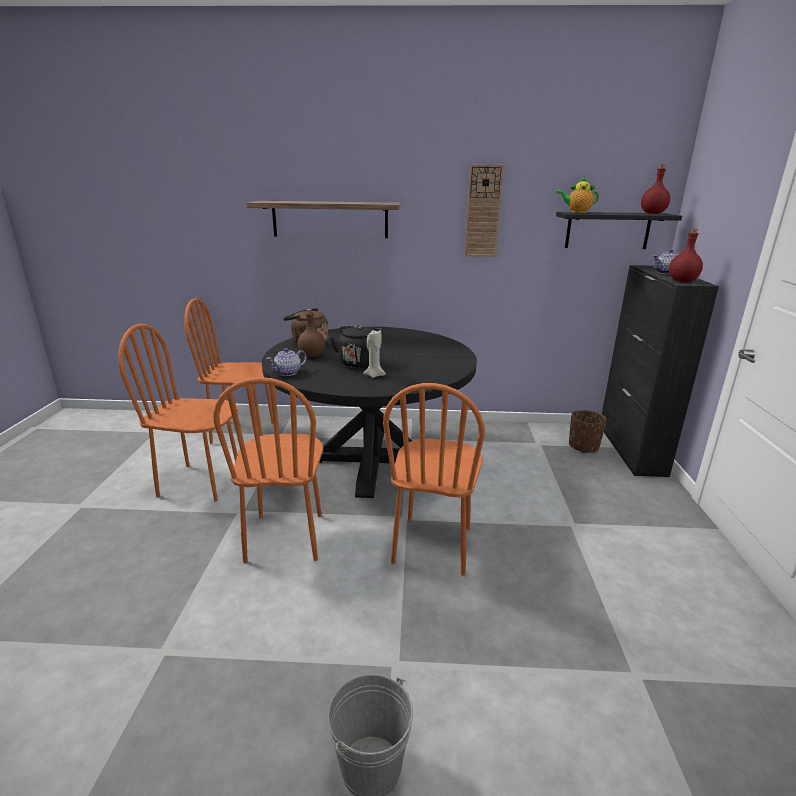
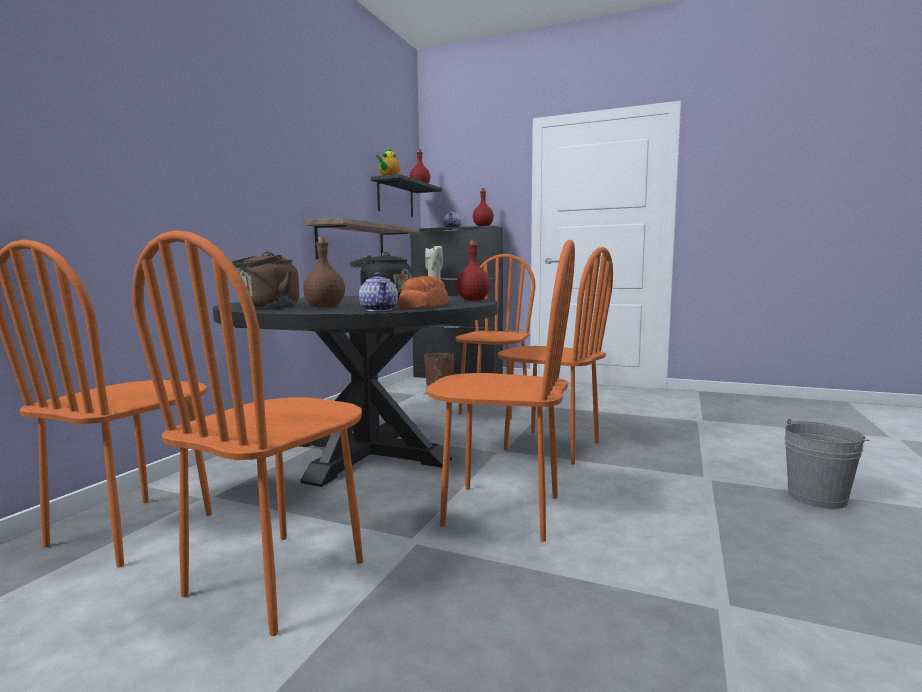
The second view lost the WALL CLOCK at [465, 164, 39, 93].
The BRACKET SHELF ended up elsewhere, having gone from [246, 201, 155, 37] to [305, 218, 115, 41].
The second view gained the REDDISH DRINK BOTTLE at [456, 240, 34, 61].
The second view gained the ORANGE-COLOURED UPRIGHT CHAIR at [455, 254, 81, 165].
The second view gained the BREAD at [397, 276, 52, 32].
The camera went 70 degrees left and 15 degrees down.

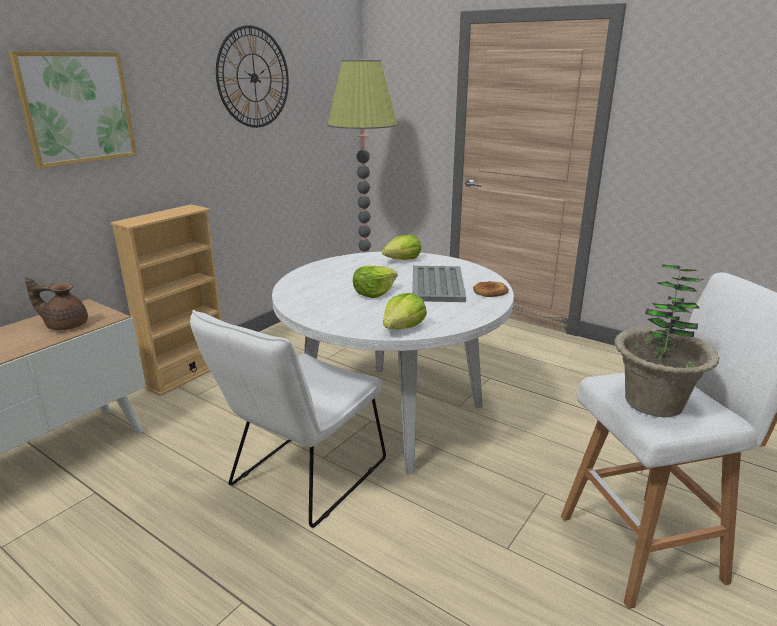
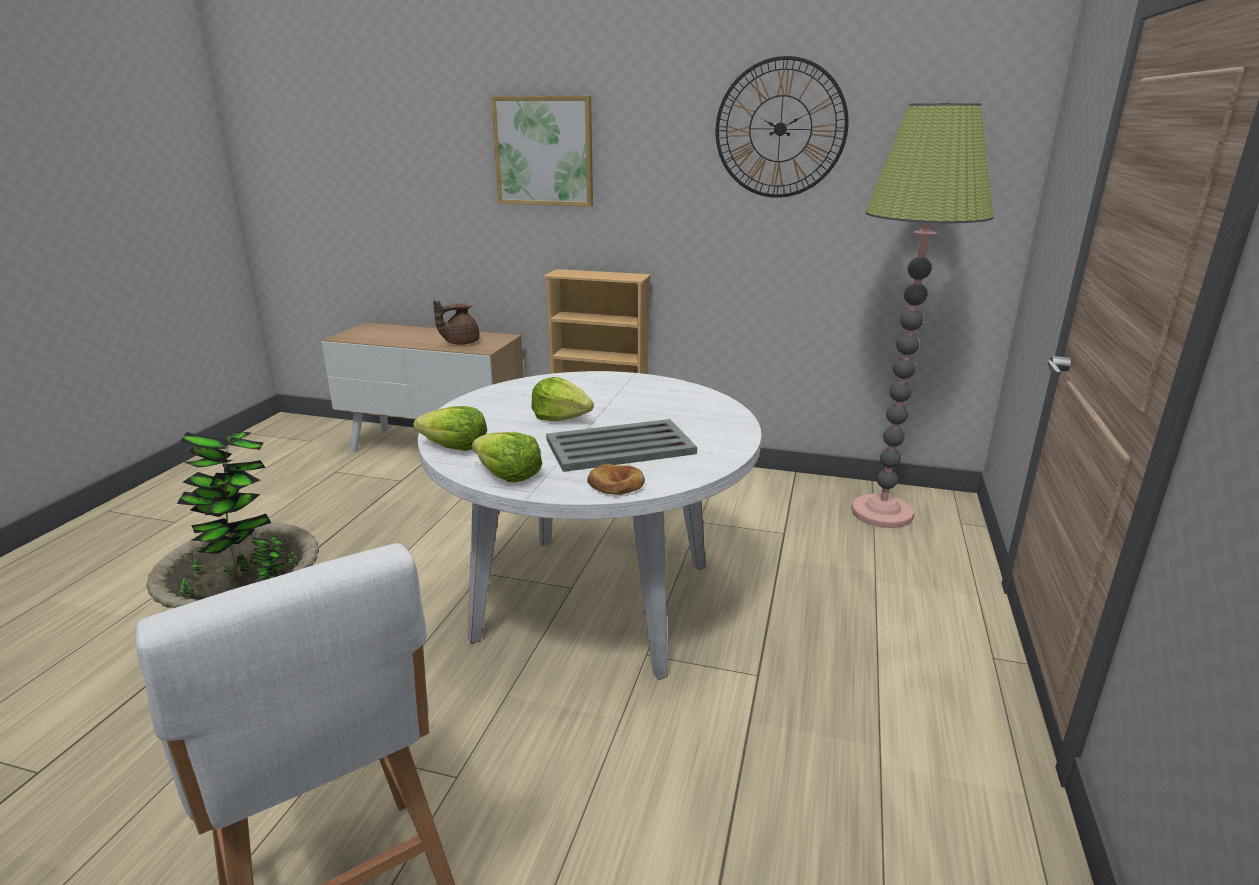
The LETTUCE ended up elsewhere, having gone from [382, 234, 39, 26] to [472, 432, 70, 50].
The BROWN POT FOR TEA at [25, 277, 63, 53] ended up facing another way, 105 degrees counterclockwise from before.
The second view lost the WHITE UPRIGHT CHAIR at [190, 310, 196, 218].
The camera went 70 degrees right and 0 degrees up.

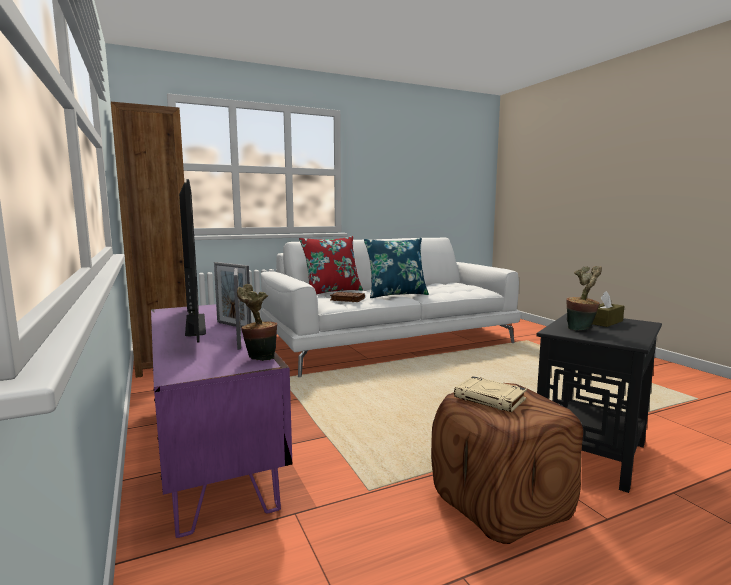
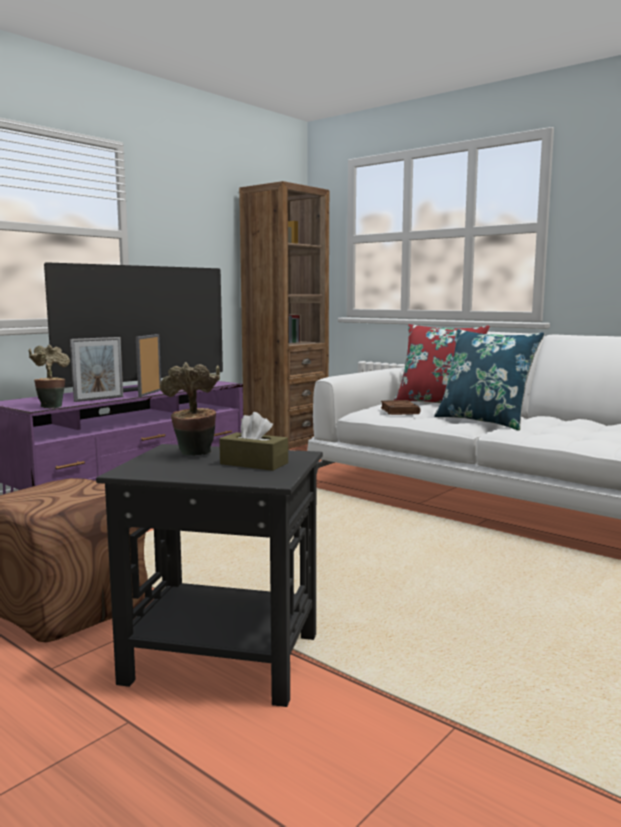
The second view lost the BEIGE-COLOURED BOUND BOOK at [454, 376, 73, 36].
The camera went 65 degrees right and 0 degrees up.

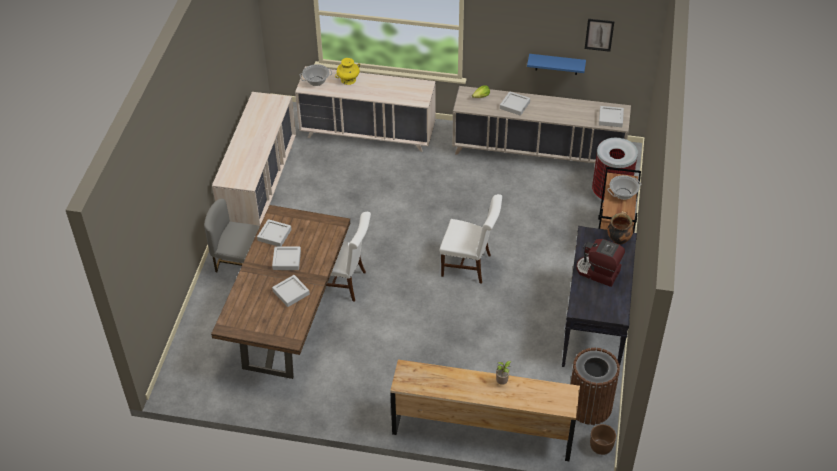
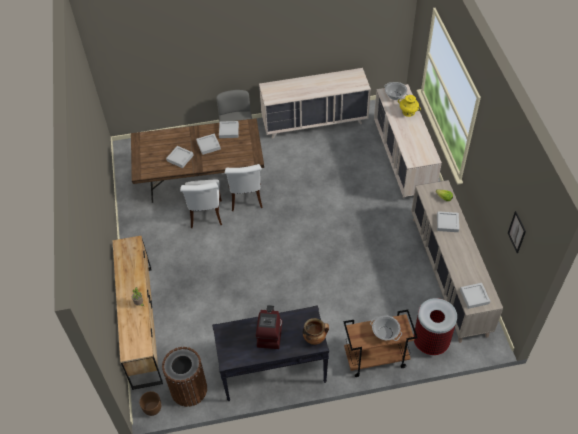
The second view lost the BLUISH BRACKET SHELF at [527, 54, 59, 21].
The WHITE UPRIGHT CHAIR ended up elsewhere, having gone from [440, 194, 62, 90] to [180, 180, 42, 48].
The camera went 70 degrees right and 5 degrees up.

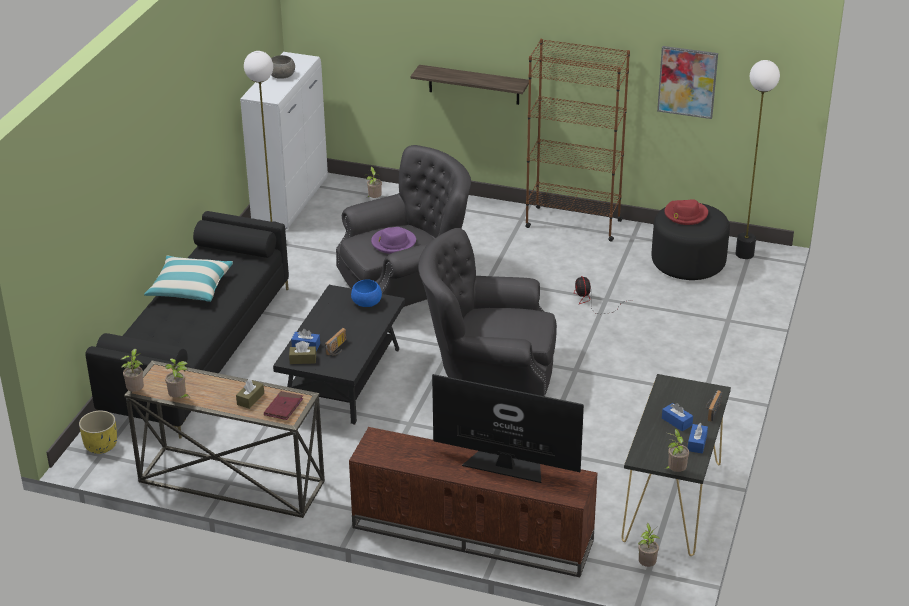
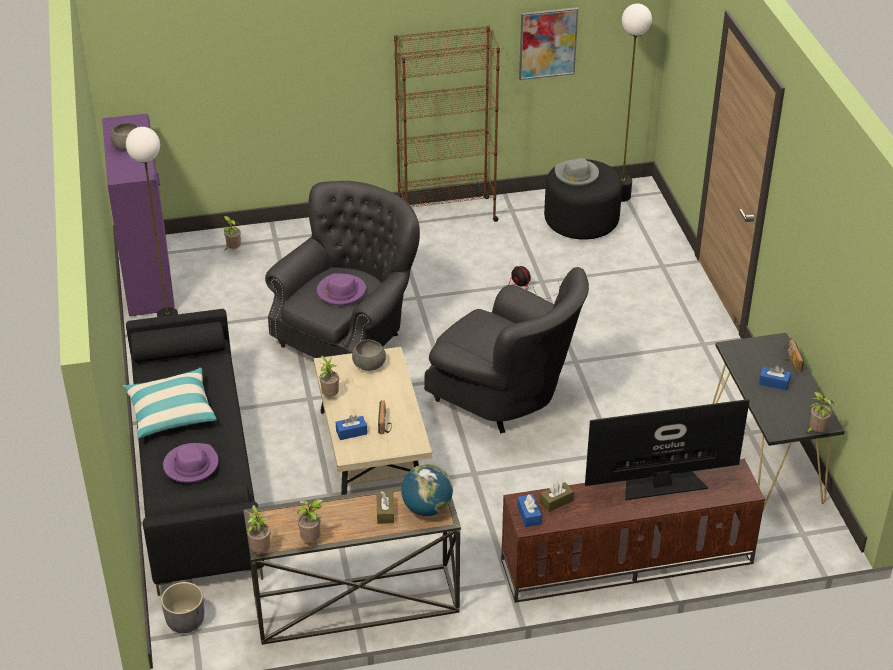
What was the WHITE CUPBOARD at [240, 52, 88, 177] turned into the PURPLISH CUPBOARD at [102, 114, 72, 202].
The second view lost the BRACKET SHELF at [410, 65, 119, 40].
What was the REDDISH WEARABLE HAT at [664, 199, 44, 26] turned into the GREY WEARABLE HAT at [555, 158, 44, 28].
The GREY ARMCHAIR at [418, 228, 139, 168] ended up facing another way, 120 degrees counterclockwise from before.
What was the BLUISH DEEP DISH at [351, 279, 31, 28] turned into the GREY DEEP DISH at [352, 340, 34, 31].
What was the BLACKISH COFFEE TABLE at [273, 285, 132, 140] turned into the BEIGE-COLOURED COFFEE TABLE at [314, 347, 118, 148].
The BROWN TISSUE BOX ended up elsewhere, having gone from [289, 341, 27, 23] to [540, 482, 34, 30].
Where the REDDISH BOUND BOOK stood at [264, 391, 40, 29], the WORLD GLOBE came to stand at [401, 464, 52, 52].
What was the YELLOW-COLOURED PLANTER at [79, 411, 38, 43] turned into the GREY PLANTER at [161, 582, 43, 51].
The BLUISH TISSUE BOX ended up elsewhere, having gone from [688, 423, 20, 31] to [517, 494, 25, 33].
The POTTED PLANT ended up elsewhere, having gone from [638, 523, 21, 44] to [319, 356, 20, 41].
The second view gained the PURPLISH WEARABLE HAT at [163, 443, 56, 40].
The camera went 30 degrees left and 5 degrees up.

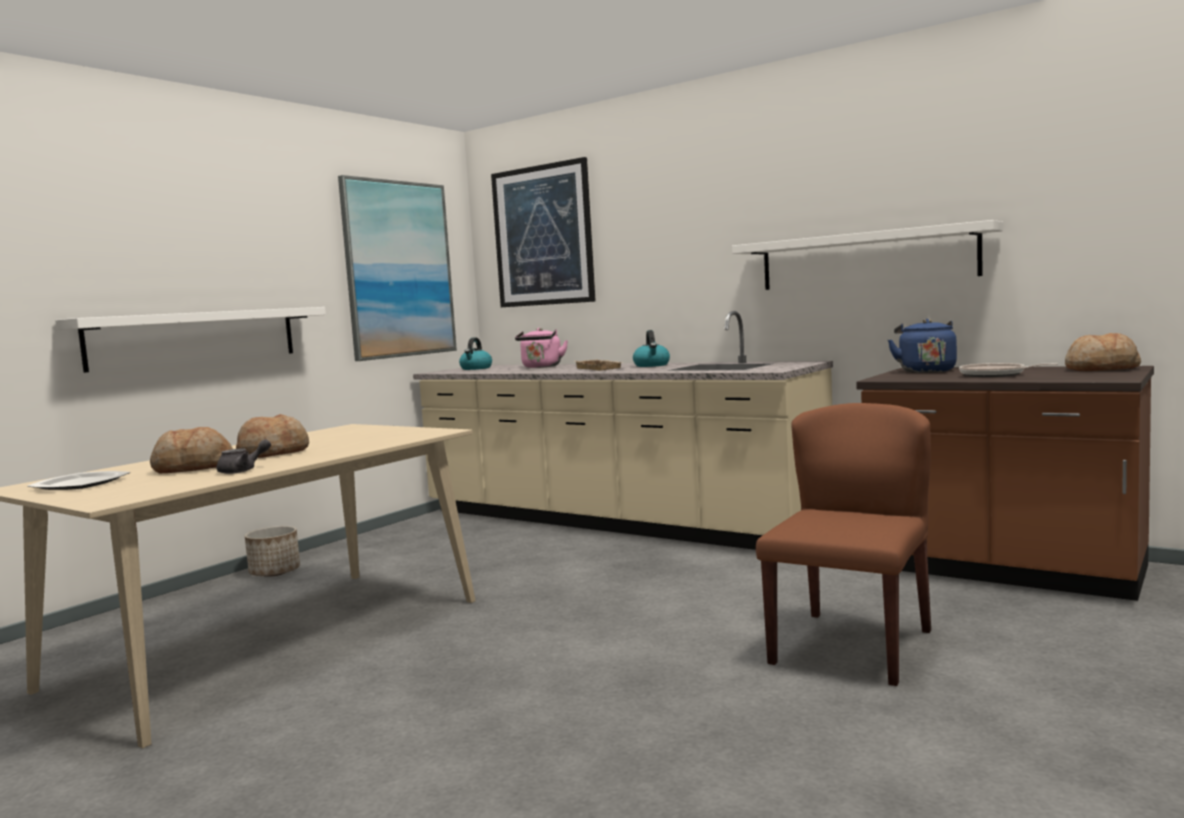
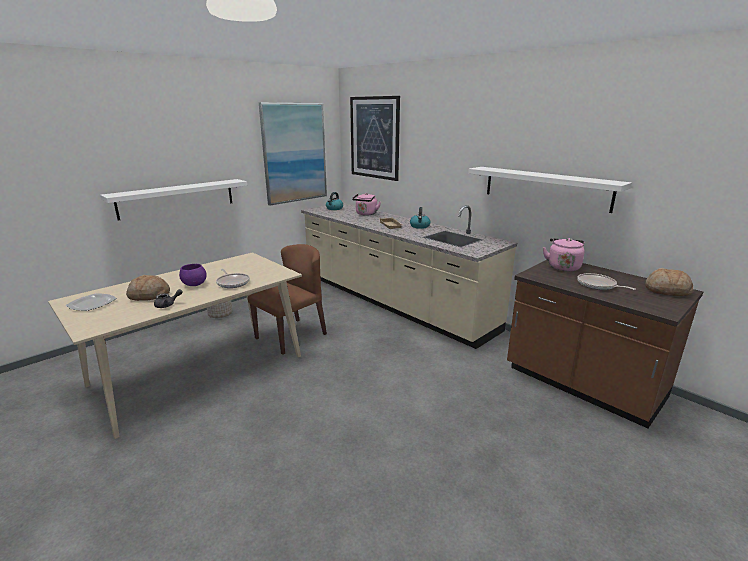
What was the BLUISH TEA KETTLE at [888, 319, 69, 54] turned into the PINKISH TEA KETTLE at [543, 238, 42, 33].
The BROWN UPRIGHT CHAIR ended up elsewhere, having gone from [756, 403, 175, 283] to [248, 244, 79, 111].
Where the BREAD stood at [236, 414, 73, 44], the PURPLISH DEEP DISH came to stand at [179, 264, 28, 22].
The second view gained the PAN at [216, 269, 34, 19].
The camera went 10 degrees right and 15 degrees up.

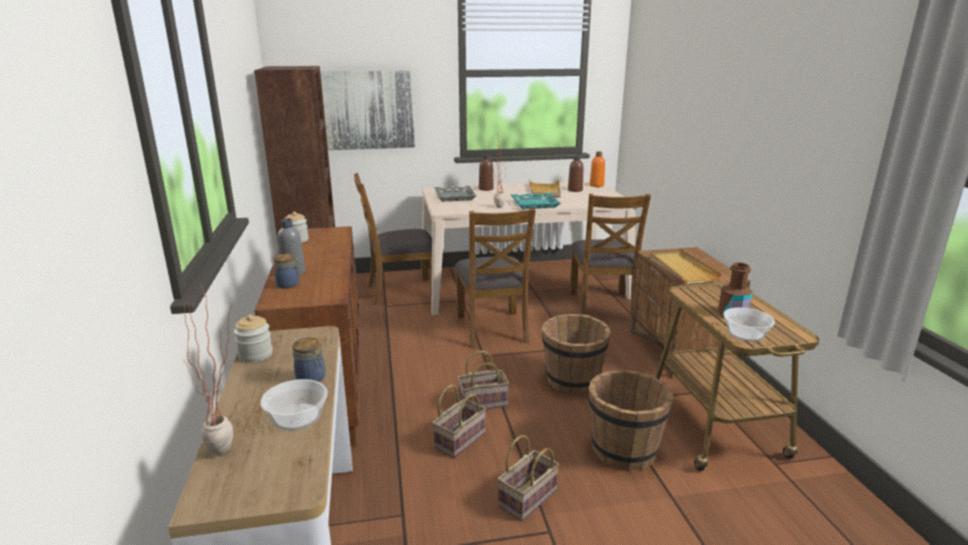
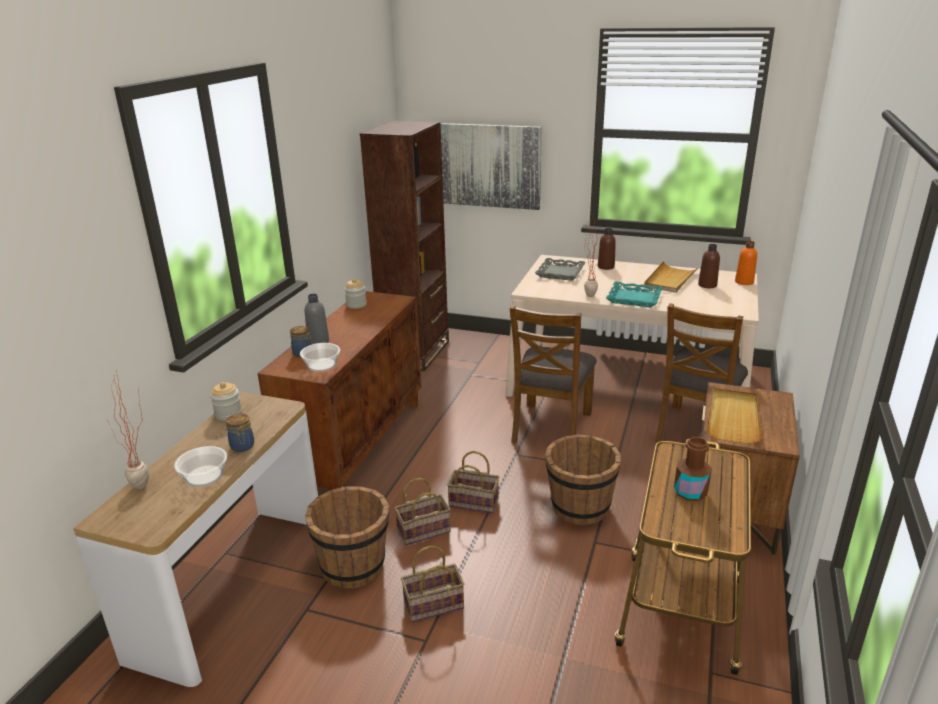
The second view lost the BROWN UPRIGHT CHAIR at [354, 173, 78, 132].
The DEEP DISH ended up elsewhere, having gone from [724, 307, 51, 35] to [300, 343, 40, 29].
The BROWN PAIL ended up elsewhere, having gone from [588, 370, 85, 100] to [305, 486, 84, 103].
The camera went 30 degrees right and 5 degrees up.

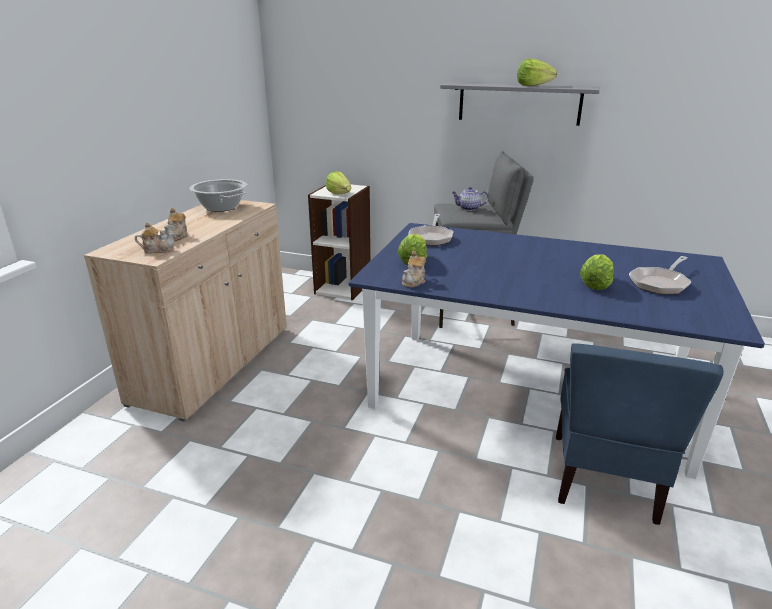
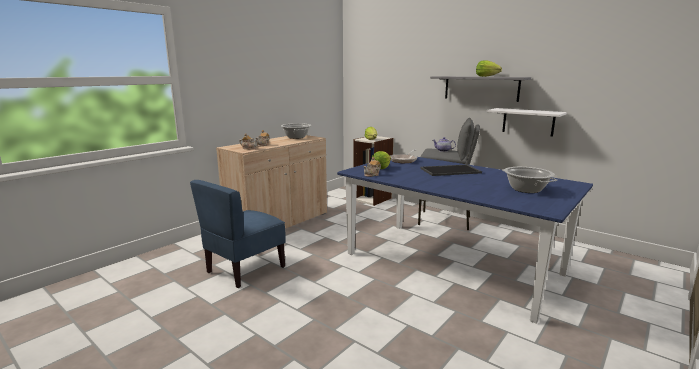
The second view lost the LETTUCE at [580, 254, 34, 36].
Where the PAN stood at [629, 256, 63, 38], the COOKING POT came to stand at [502, 167, 55, 26].
The BLUISH UPRIGHT CHAIR ended up elsewhere, having gone from [556, 343, 168, 182] to [190, 180, 96, 108].
The second view gained the WHITE BRACKET SHELF at [486, 108, 81, 29].
The second view gained the CARRYING TRAY at [420, 165, 62, 11].
The camera went 20 degrees right and 10 degrees down.

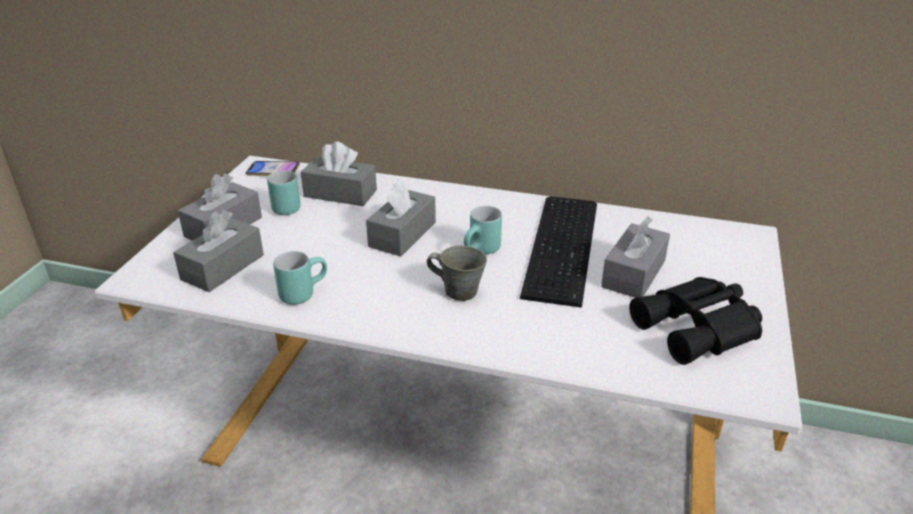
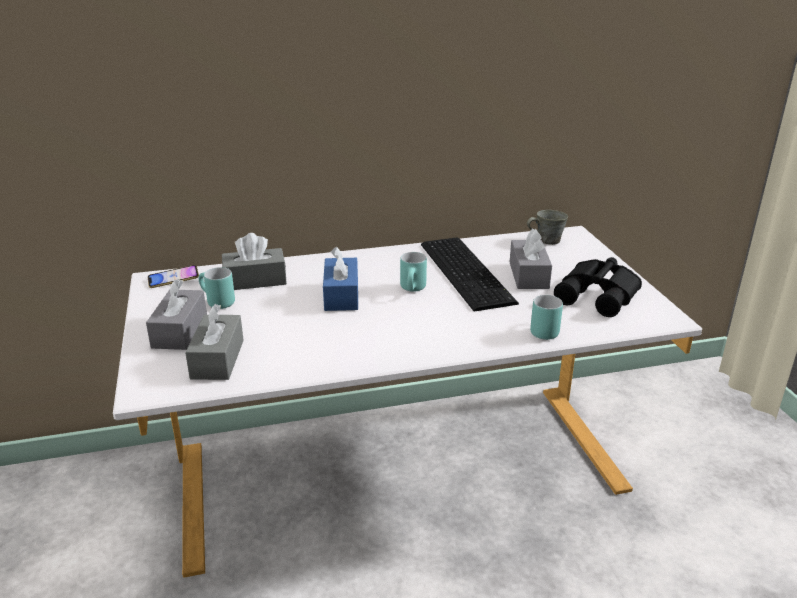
What was the GREY TISSUE BOX at [366, 179, 70, 78] turned into the BLUISH TISSUE BOX at [323, 247, 35, 64].
The GREY COFFEE MUG ended up elsewhere, having gone from [427, 246, 60, 55] to [527, 210, 41, 35].
The TURQUOISE-COLOURED COFFEE MUG ended up elsewhere, having gone from [273, 251, 54, 54] to [530, 295, 33, 45].
The camera went 30 degrees left and 5 degrees down.

